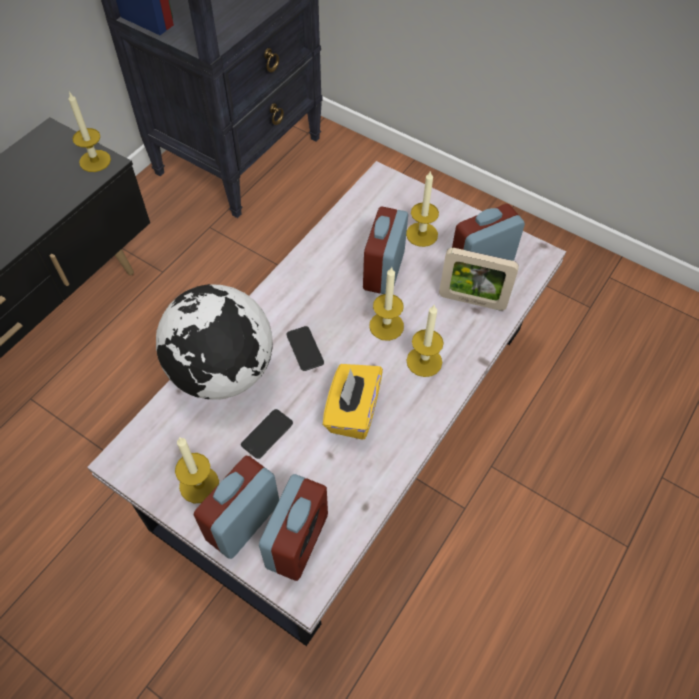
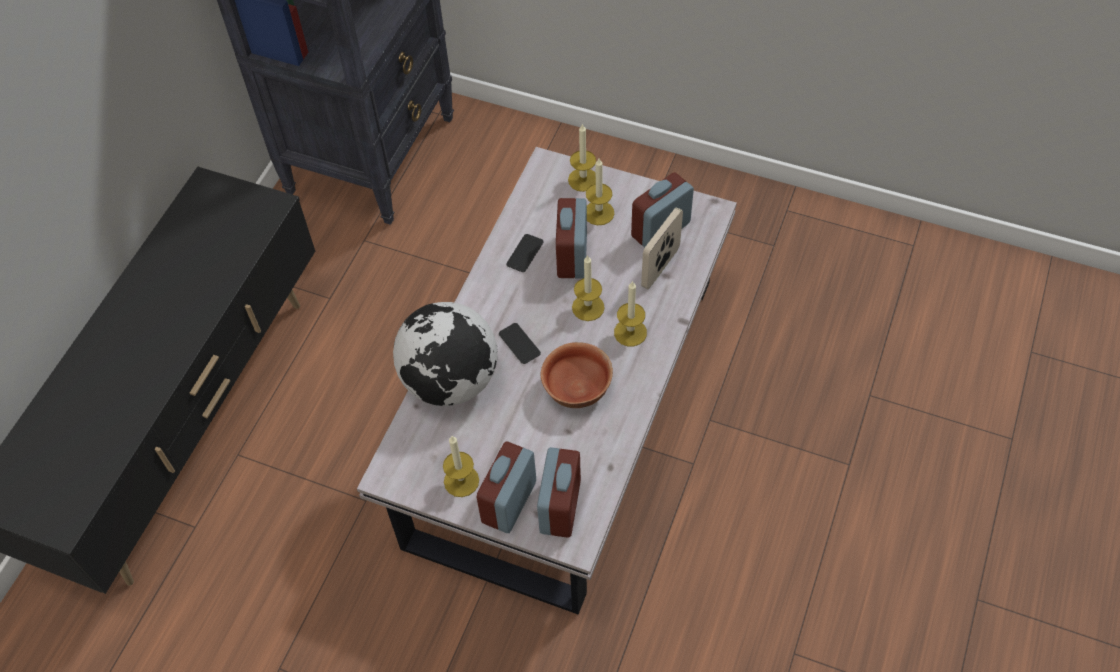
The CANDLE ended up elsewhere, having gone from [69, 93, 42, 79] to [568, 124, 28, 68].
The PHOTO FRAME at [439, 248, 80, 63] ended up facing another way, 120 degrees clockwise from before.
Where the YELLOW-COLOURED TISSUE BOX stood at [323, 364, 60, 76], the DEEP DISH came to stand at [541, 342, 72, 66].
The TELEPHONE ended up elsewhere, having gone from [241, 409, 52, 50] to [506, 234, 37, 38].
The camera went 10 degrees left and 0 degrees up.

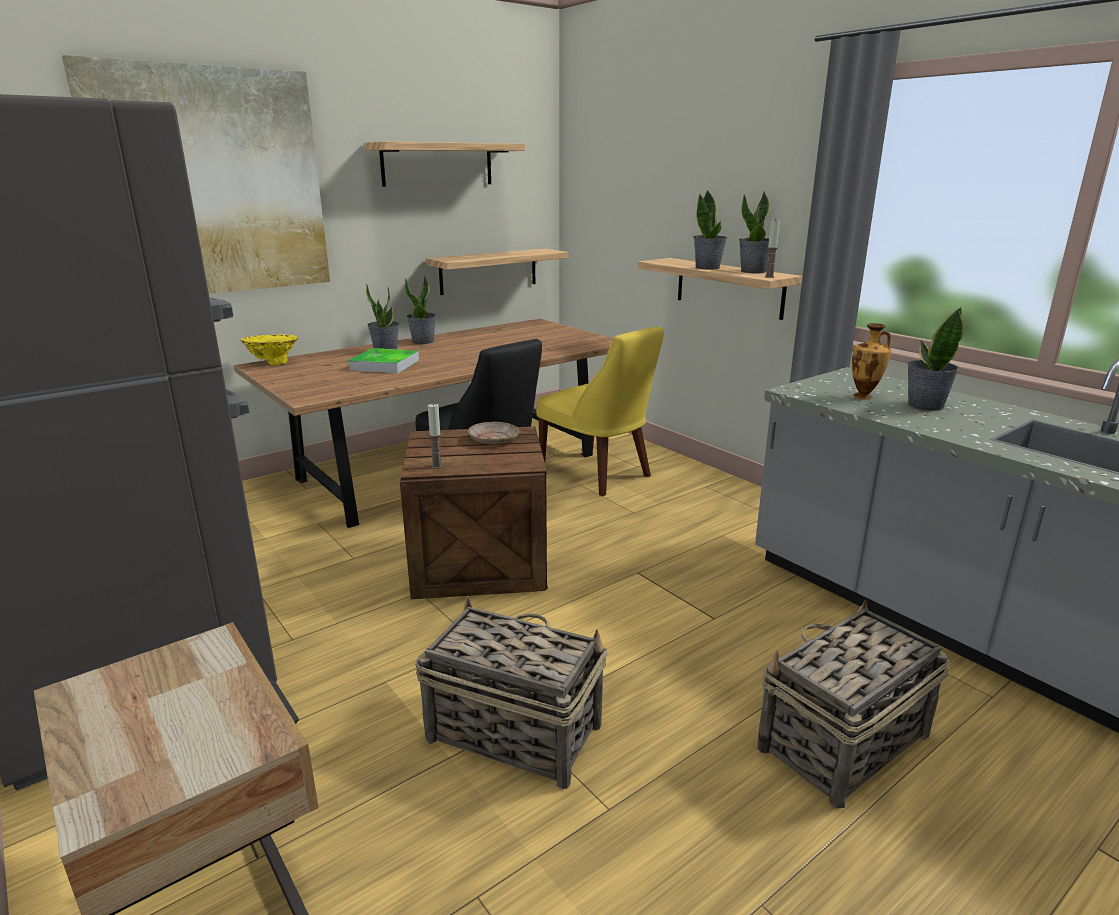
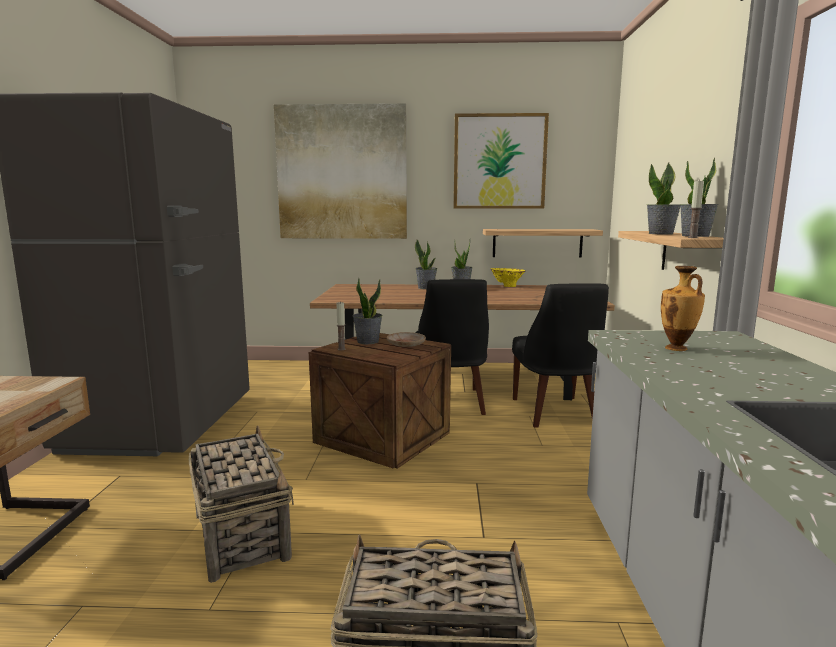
Where the BRACKET SHELF hung at [364, 142, 161, 45], the WALL ART came to hang at [454, 113, 95, 96].
The POTTED PLANT ended up elsewhere, having gone from [907, 307, 57, 104] to [353, 278, 29, 66].
What was the YELLOW-COLOURED UPRIGHT CHAIR at [536, 326, 128, 170] turned into the BLACKISH UPRIGHT CHAIR at [512, 283, 97, 145].
The YELLOW-COLOURED DECORATIVE VASE ended up elsewhere, having gone from [240, 334, 58, 31] to [491, 268, 34, 19].
The second view lost the CARRYING TRAY at [348, 348, 71, 26].
The camera went 40 degrees right and 10 degrees down.

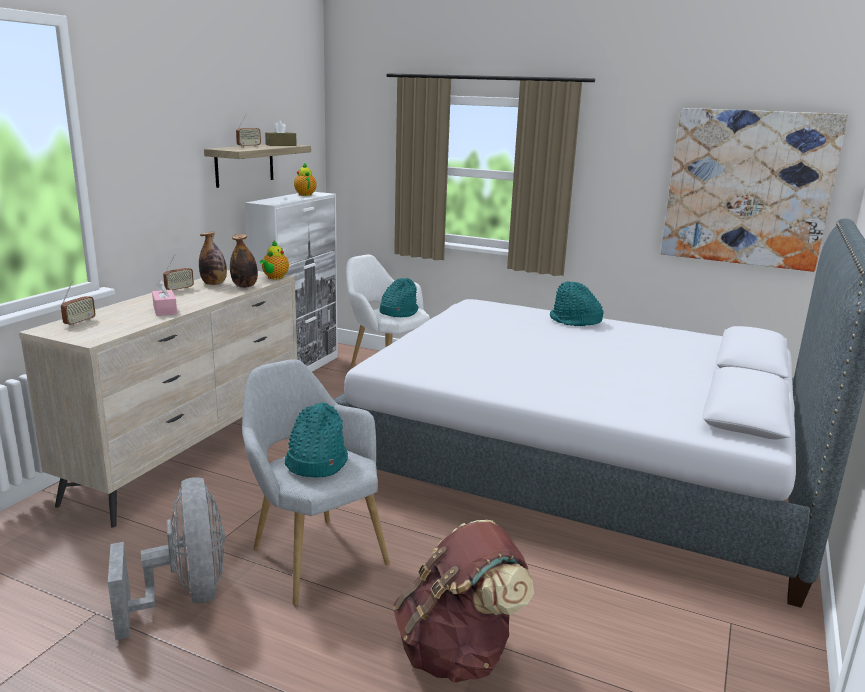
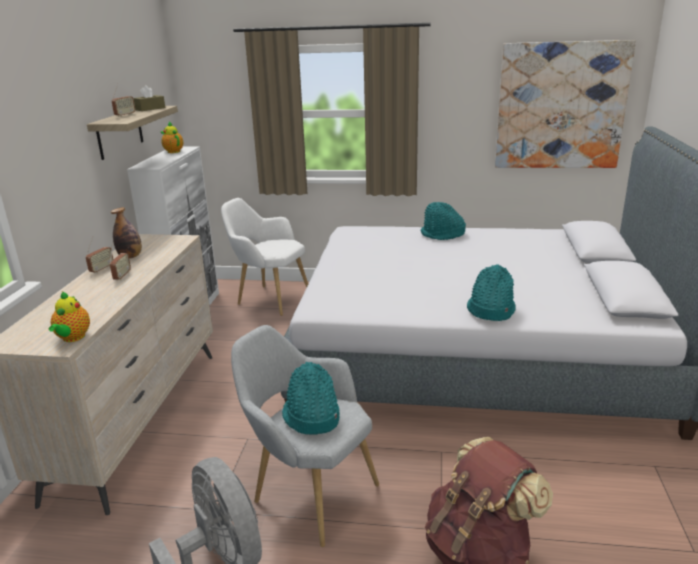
The second view lost the DRINK BOTTLE at [230, 234, 28, 54].
The POT FOR TEA ended up elsewhere, having gone from [260, 241, 29, 38] to [49, 291, 41, 51].
The TURQUOISE-COLOURED WEARABLE HAT ended up elsewhere, having gone from [379, 278, 39, 39] to [467, 264, 49, 57].
The second view lost the PINKISH TISSUE BOX at [152, 280, 25, 36].
The RADIO SET ended up elsewhere, having gone from [61, 281, 35, 45] to [109, 242, 22, 38].
The camera went 15 degrees left and 5 degrees up.

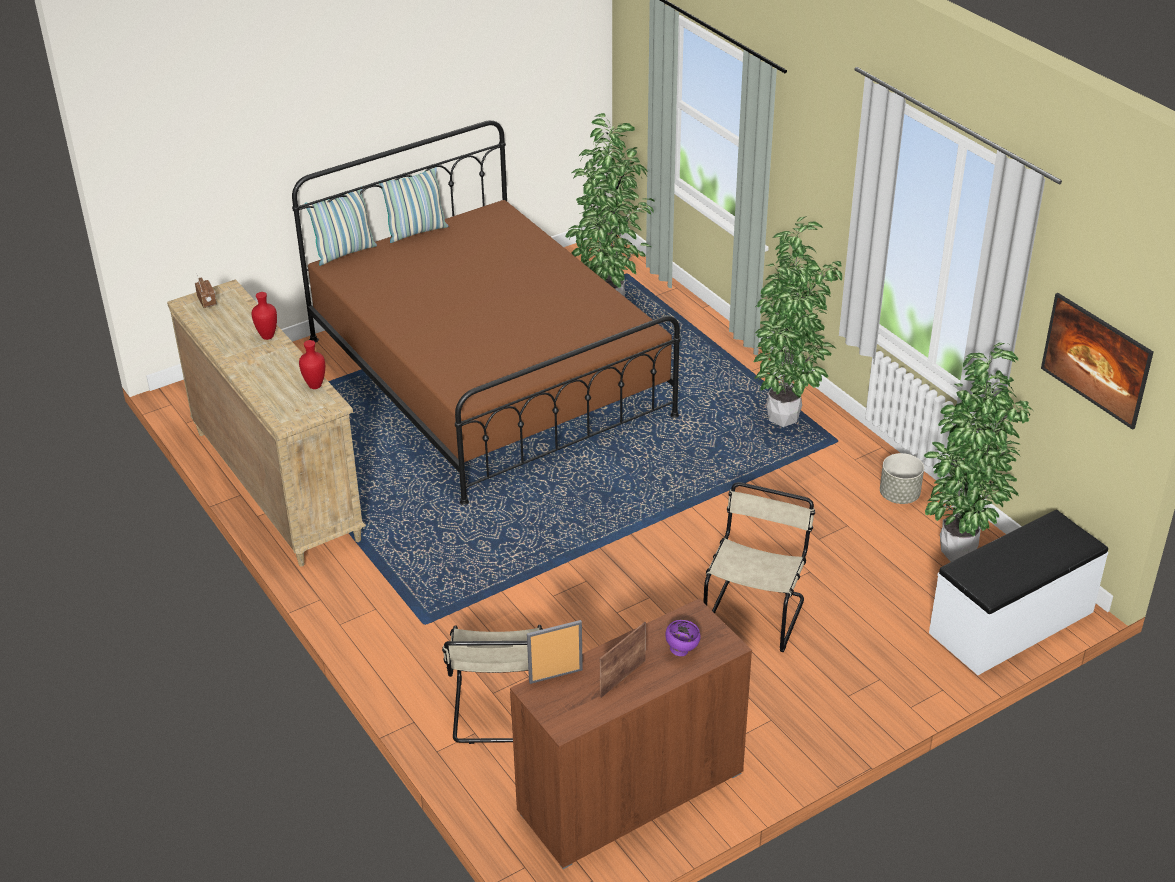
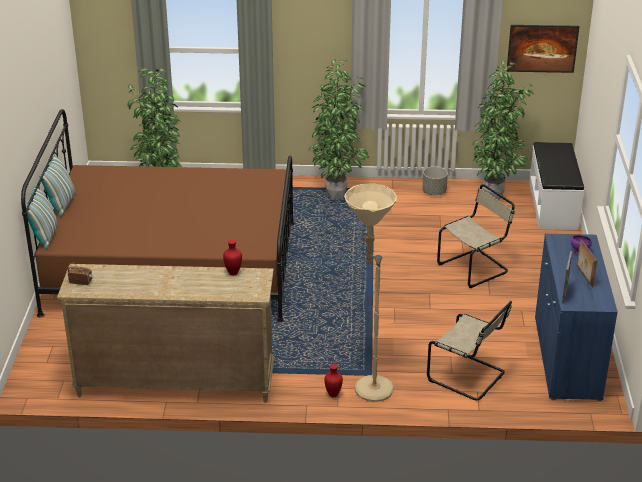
The REDDISH DECORATIVE VASE ended up elsewhere, having gone from [251, 292, 26, 48] to [324, 364, 19, 33].
The BEIGE-COLOURED UPRIGHT CHAIR at [703, 482, 112, 170] ended up facing another way, 90 degrees clockwise from before.
What was the BROWN CUPBOARD at [510, 599, 242, 270] turned into the BLUISH CUPBOARD at [535, 234, 83, 167].
The second view gained the BEIGE-COLOURED STANDARD LAMP at [344, 183, 53, 219].
The camera went 55 degrees left and 5 degrees down.

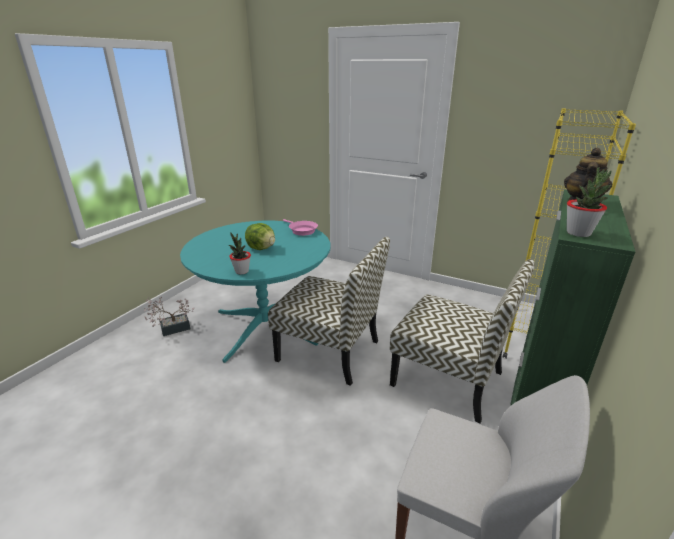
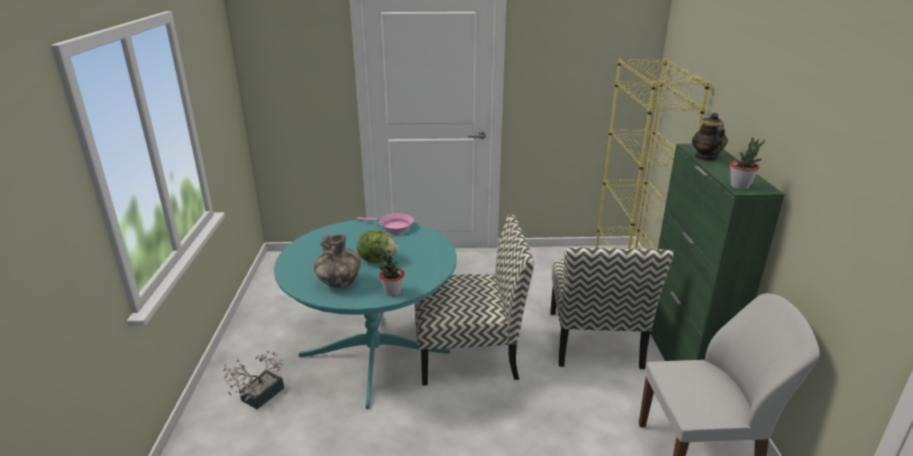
The UPRIGHT CHAIR at [390, 259, 145, 164] ended up facing another way, 90 degrees clockwise from before.
The second view gained the DECORATIVE VASE at [314, 235, 47, 53].
The camera went 30 degrees left and 0 degrees up.

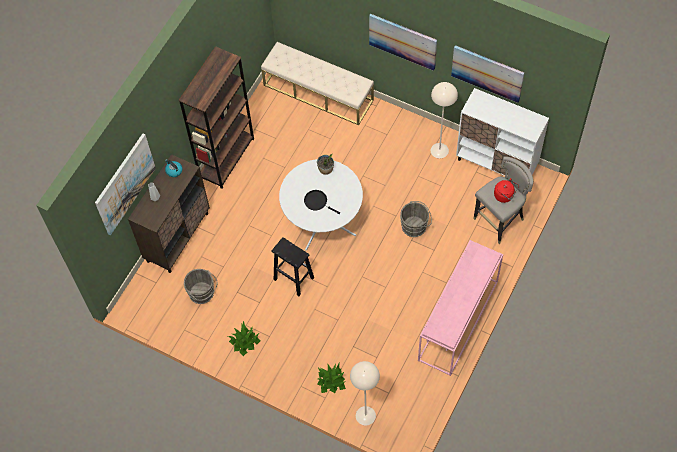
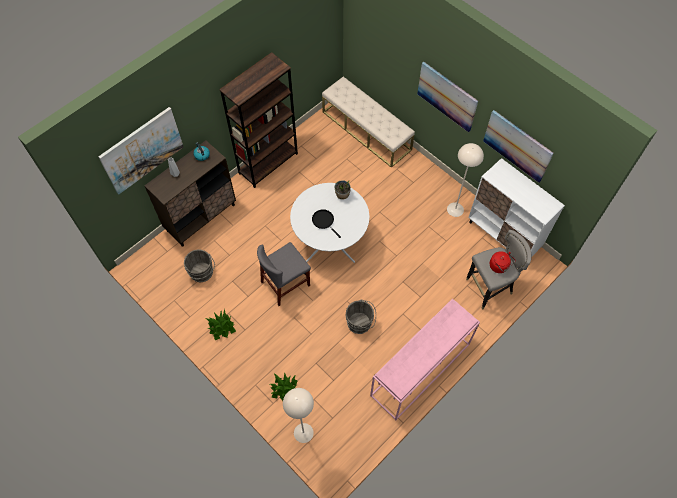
The GREY PAIL ended up elsewhere, having gone from [400, 201, 32, 36] to [345, 299, 31, 35].
Where the BLACKISH STOOL SEAT stood at [272, 237, 42, 59], the GREY UPRIGHT CHAIR came to stand at [257, 242, 54, 64].
The camera went 15 degrees right and 0 degrees up.

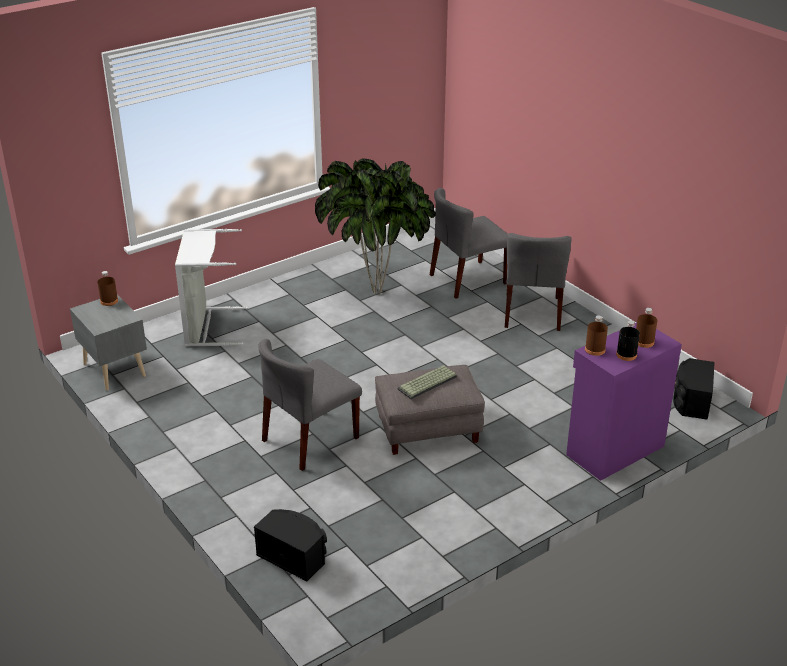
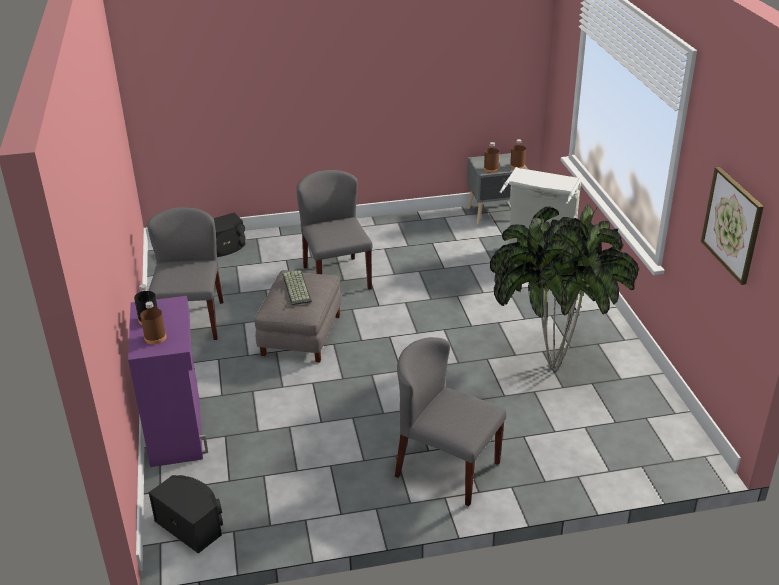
The GREY UPRIGHT CHAIR ended up elsewhere, having gone from [430, 188, 78, 111] to [147, 207, 77, 133].
The BROWN DRINK BOTTLE ended up elsewhere, having gone from [585, 315, 23, 41] to [484, 142, 15, 31].
The second view gained the WALL ART at [701, 167, 63, 118].
The camera went 115 degrees right and 0 degrees up.

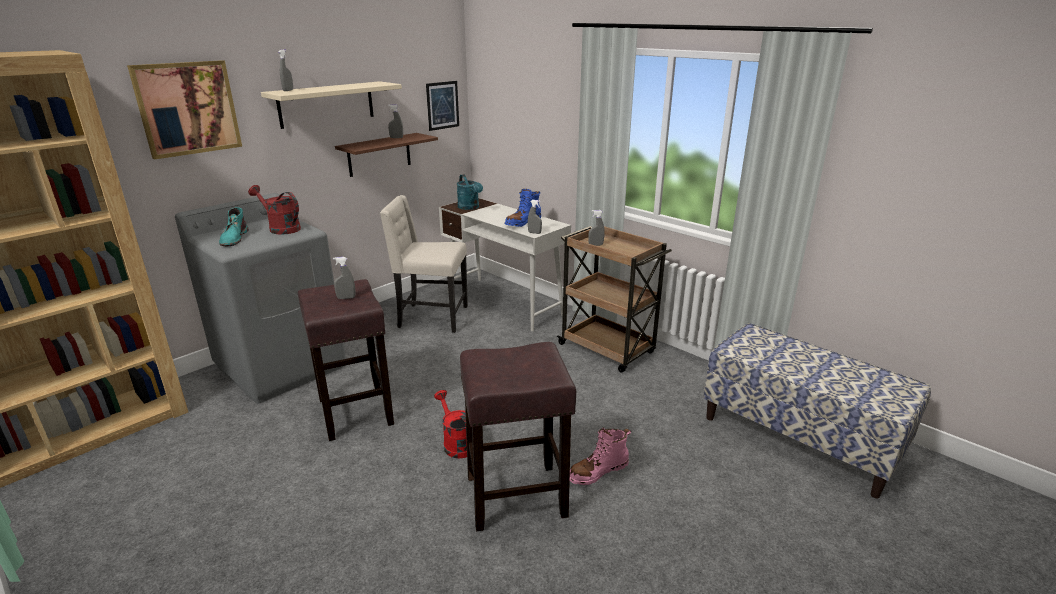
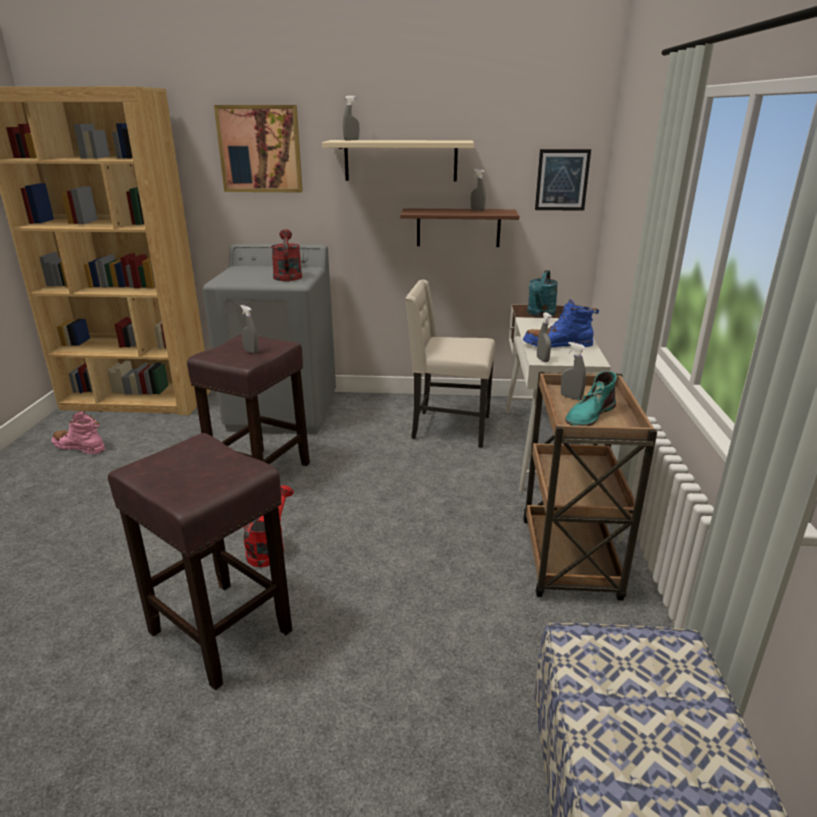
The BEIGE-COLOURED UPRIGHT CHAIR at [380, 195, 88, 138] ended up facing another way, 45 degrees counterclockwise from before.
The TURQUOISE-COLOURED HIGH-TOP BOOT ended up elsewhere, having gone from [219, 207, 30, 39] to [565, 371, 52, 55].
The PINKISH HIGH-TOP BOOT ended up elsewhere, having gone from [570, 427, 61, 58] to [52, 411, 53, 43].
The camera went 50 degrees right and 0 degrees up.

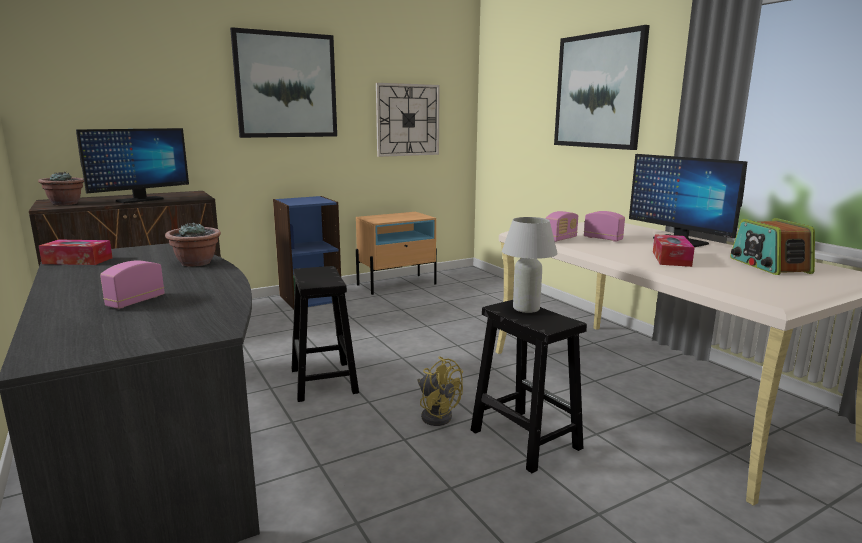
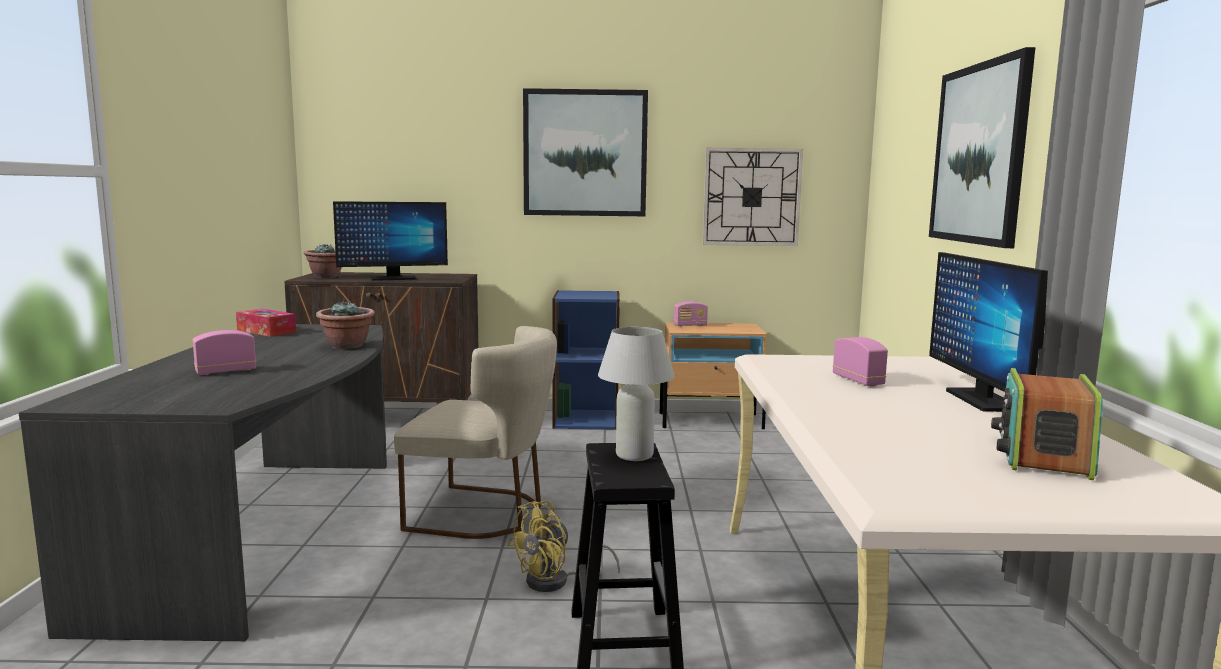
The RADIO SET ended up elsewhere, having gone from [546, 211, 32, 31] to [674, 301, 34, 26].
The second view lost the TISSUE BOX at [653, 234, 42, 33].
Where the BLACKISH STOOL SEAT stood at [292, 266, 67, 136], the BEIGE-COLOURED UPRIGHT CHAIR came to stand at [394, 326, 163, 213].
The YELLOW-COLOURED COOLING FAN at [417, 356, 46, 70] ended up facing another way, 60 degrees clockwise from before.
The camera went 30 degrees right and 5 degrees down.

